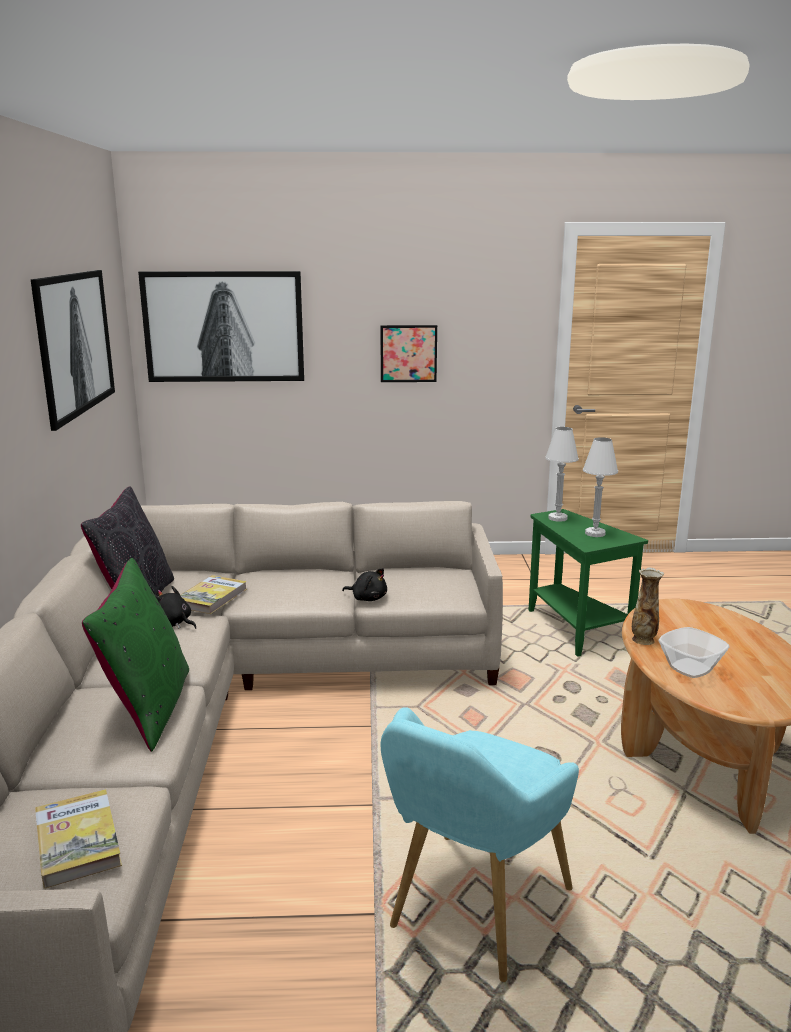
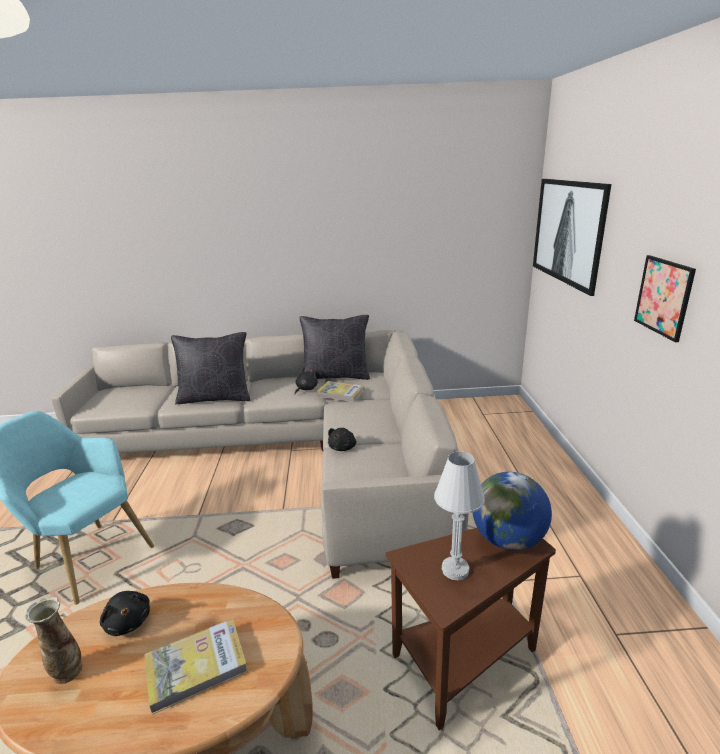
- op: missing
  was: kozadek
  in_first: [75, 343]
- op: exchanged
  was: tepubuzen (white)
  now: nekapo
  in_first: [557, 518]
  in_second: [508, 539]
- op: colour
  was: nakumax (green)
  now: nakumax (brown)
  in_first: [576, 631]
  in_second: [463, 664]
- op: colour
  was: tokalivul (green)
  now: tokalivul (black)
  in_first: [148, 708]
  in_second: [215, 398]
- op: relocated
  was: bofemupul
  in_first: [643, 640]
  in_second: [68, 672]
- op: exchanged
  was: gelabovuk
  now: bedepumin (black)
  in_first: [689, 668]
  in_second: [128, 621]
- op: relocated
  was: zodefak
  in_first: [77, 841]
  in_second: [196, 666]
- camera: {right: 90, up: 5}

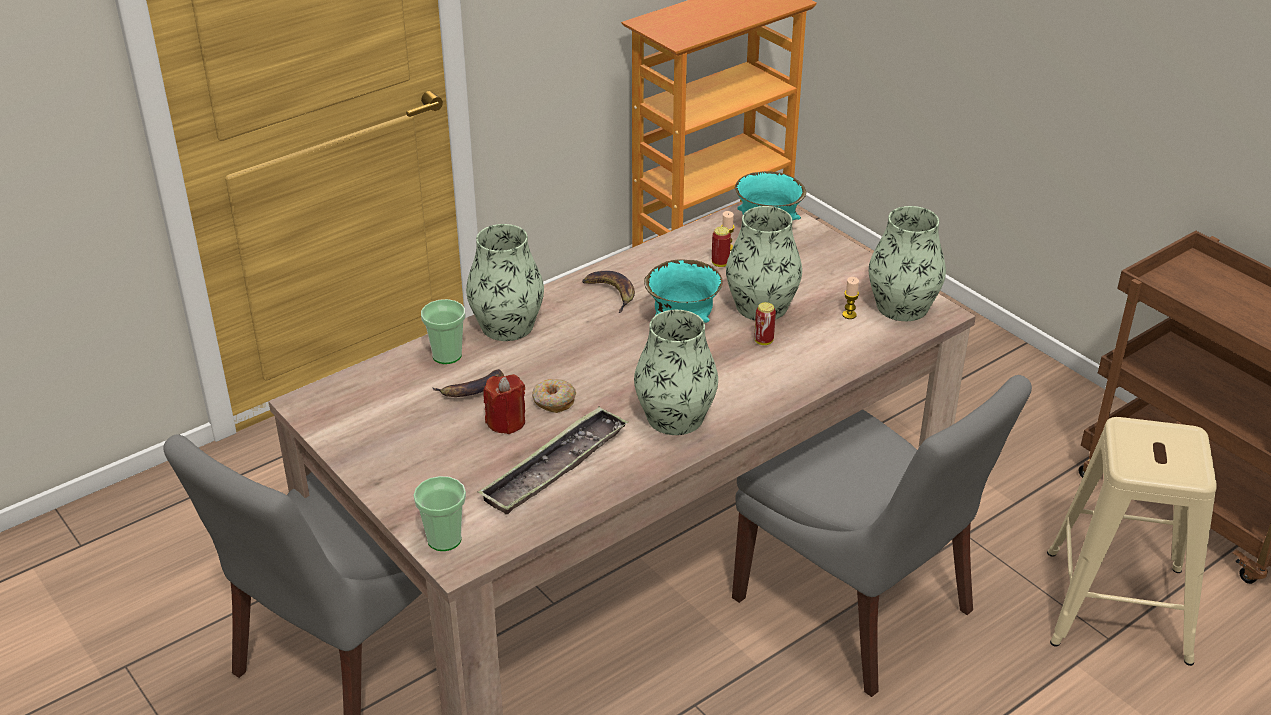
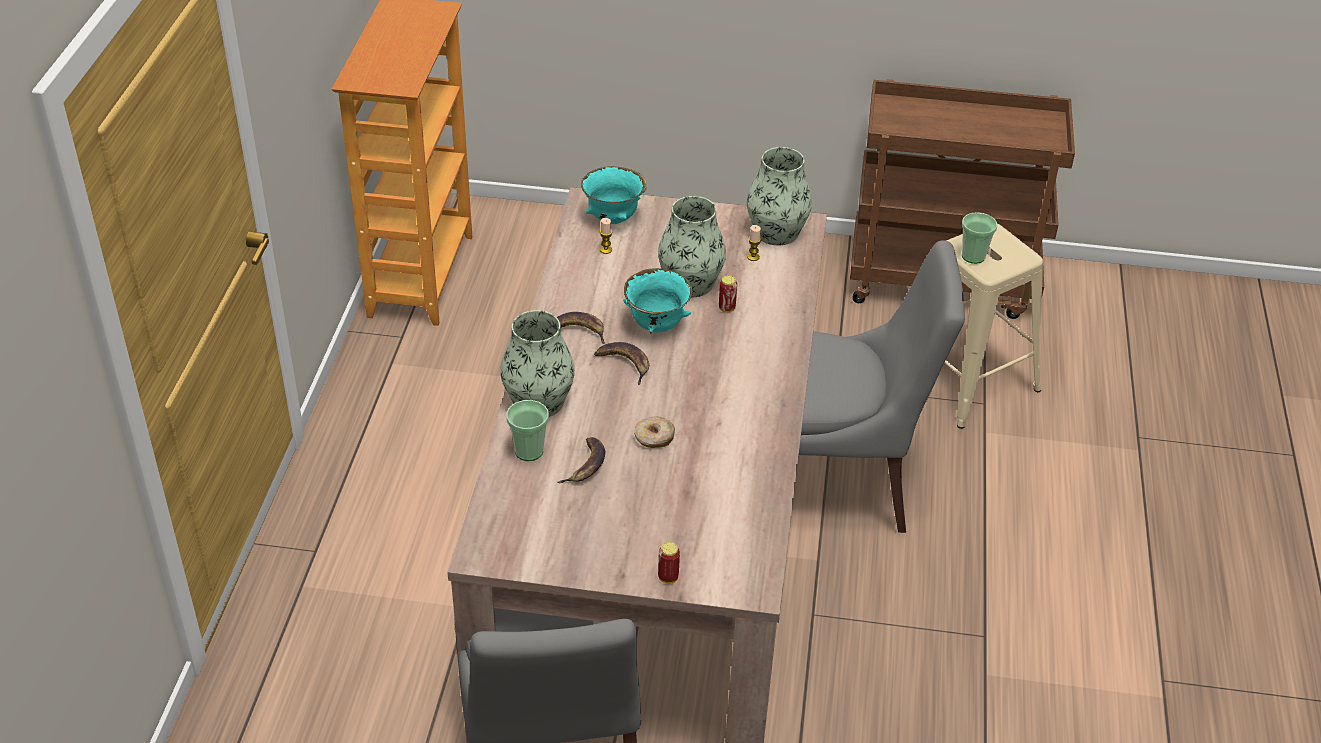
- op: relocated
  was: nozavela
  in_first: [720, 263]
  in_second: [668, 577]
- op: missing
  was: bofemupul
  in_first: [675, 417]
- op: missing
  was: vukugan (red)
  in_first: [506, 422]
- op: missing
  was: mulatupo
  in_first: [555, 467]
- op: relocated
  was: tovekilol
  in_first: [444, 539]
  in_second: [973, 256]
- op: appeared
  now: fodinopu
  in_second: [625, 364]
- camera: {right: -45, up: 5}

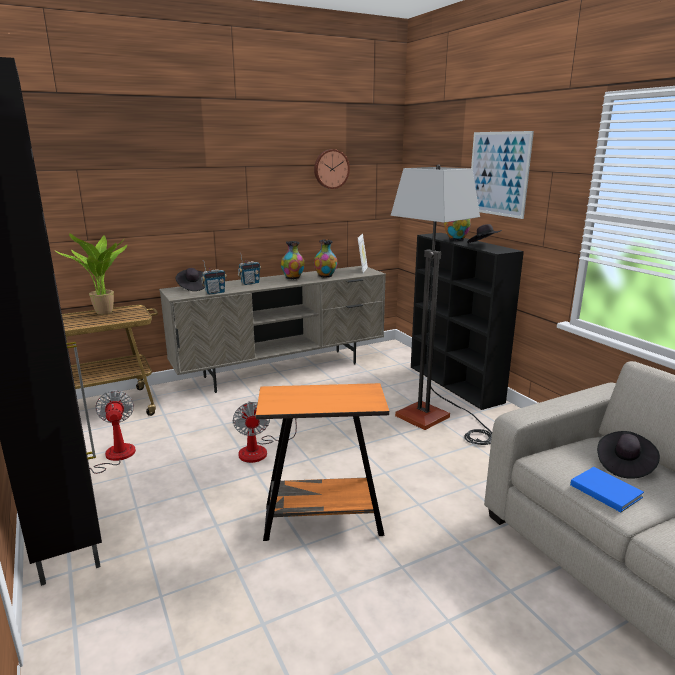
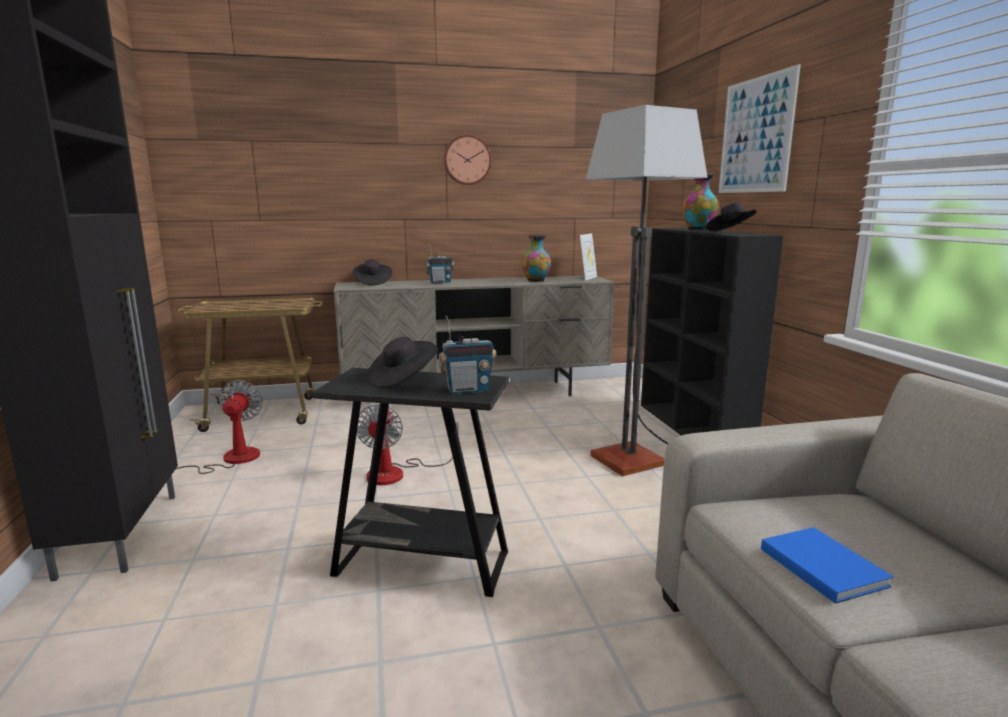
- op: relocated
  was: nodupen
  in_first: [331, 169]
  in_second: [467, 160]
- op: missing
  was: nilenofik
  in_first: [106, 313]
- op: missing
  was: bofemupul
  in_first: [293, 278]
- op: relocated
  was: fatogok
  in_first: [215, 292]
  in_second: [468, 390]
- op: colour
  was: nakumax (orange)
  now: nakumax (black)
  in_first: [323, 520]
  in_second: [421, 564]
- op: relocated
  was: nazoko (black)
  in_first: [624, 465]
  in_second: [402, 380]
- camera: {right: 15, up: -5}

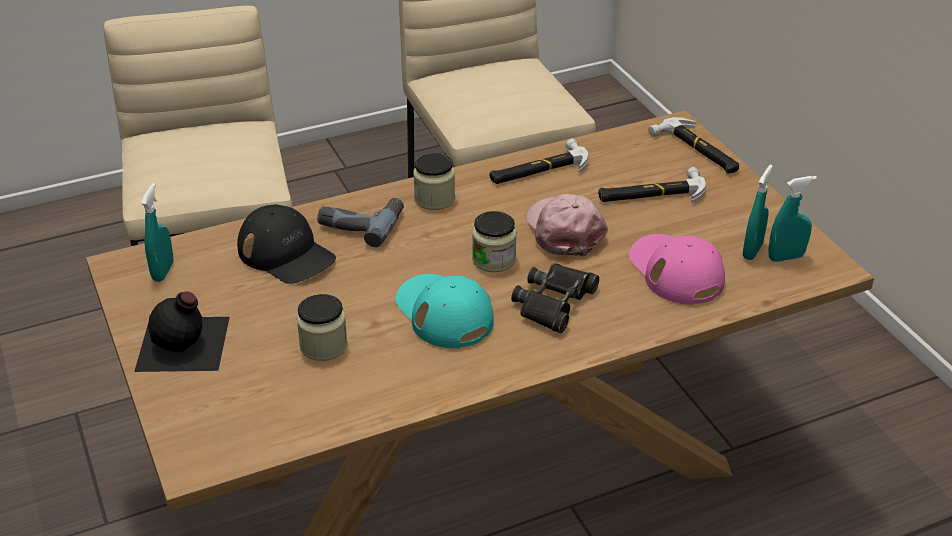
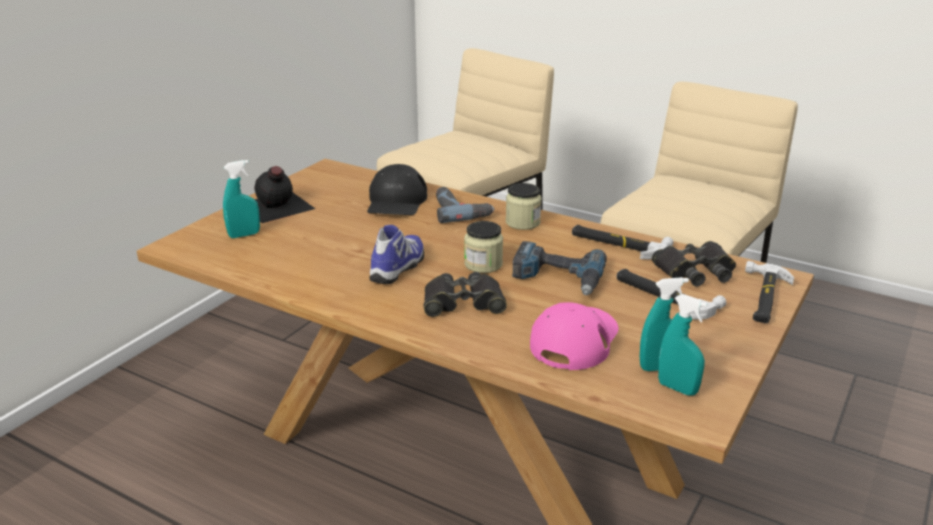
- op: relocated
  was: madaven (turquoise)
  in_first: [163, 271]
  in_second: [244, 235]
- op: exchanged
  was: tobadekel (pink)
  now: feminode
  in_first: [564, 230]
  in_second: [557, 278]
- op: exchanged
  was: tobadekel (turquoise)
  now: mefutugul
  in_first: [444, 313]
  in_second: [399, 268]
- op: missing
  was: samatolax
  in_first: [323, 346]
- op: appeared
  now: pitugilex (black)
  in_second: [695, 271]
- camera: {right: 55, up: -10}

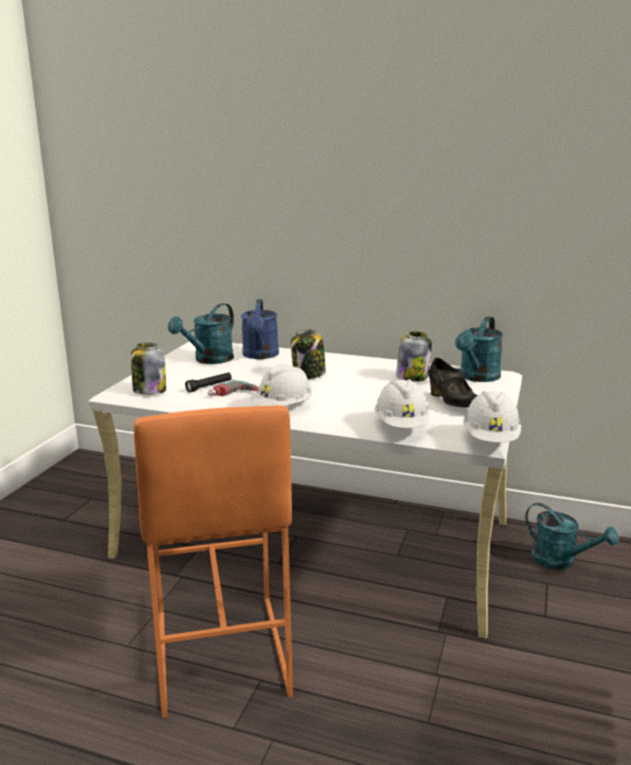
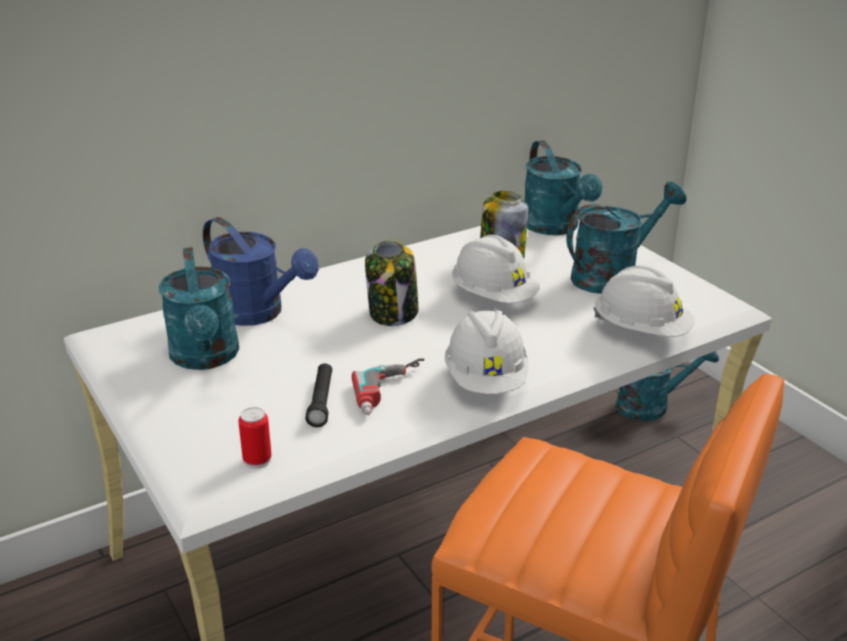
- op: exchanged
  was: samatolax
  now: nozavela
  in_first: [149, 391]
  in_second: [257, 460]
- op: exchanged
  was: mefutugul (black)
  now: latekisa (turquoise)
  in_first: [452, 403]
  in_second: [613, 275]
- op: relocated
  was: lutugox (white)
  in_first: [491, 439]
  in_second: [493, 297]
- camera: {right: -50, up: 10}

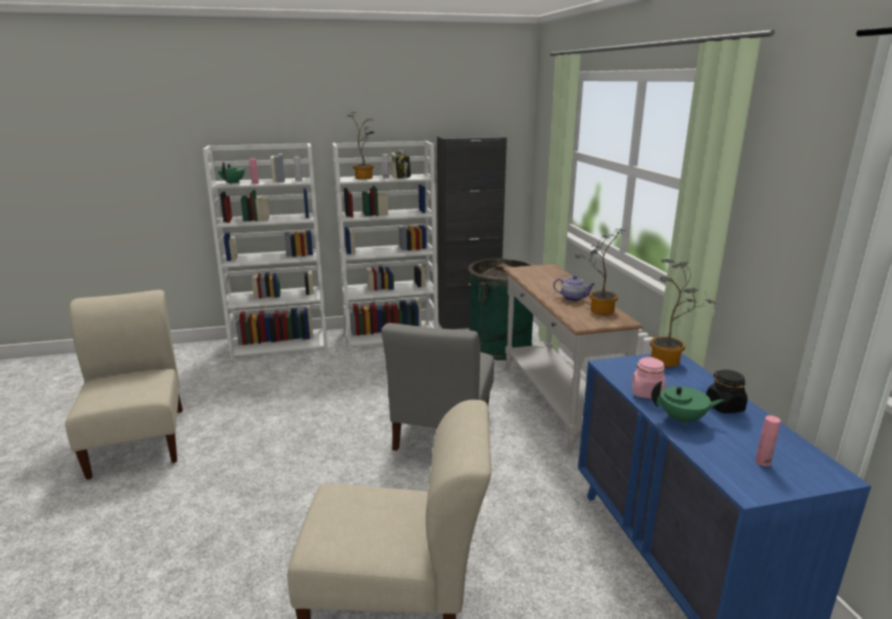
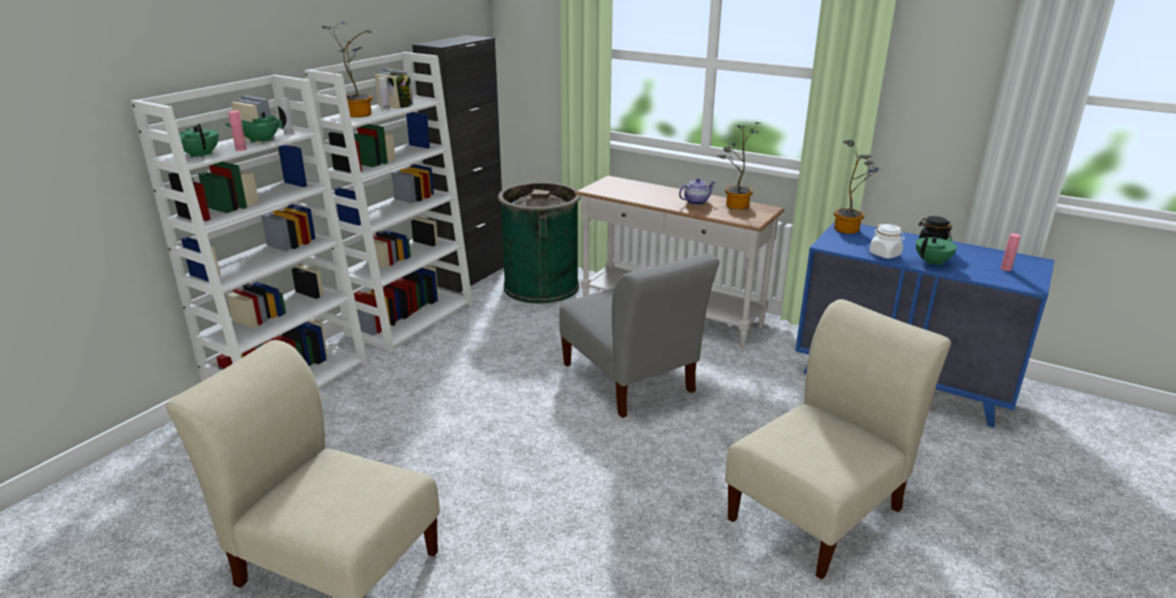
- op: colour
  was: samatolax (pink)
  now: samatolax (white)
  in_first: [647, 393]
  in_second: [885, 254]
- op: appeared
  now: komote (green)
  in_second: [260, 141]
- camera: {right: -45, up: 5}

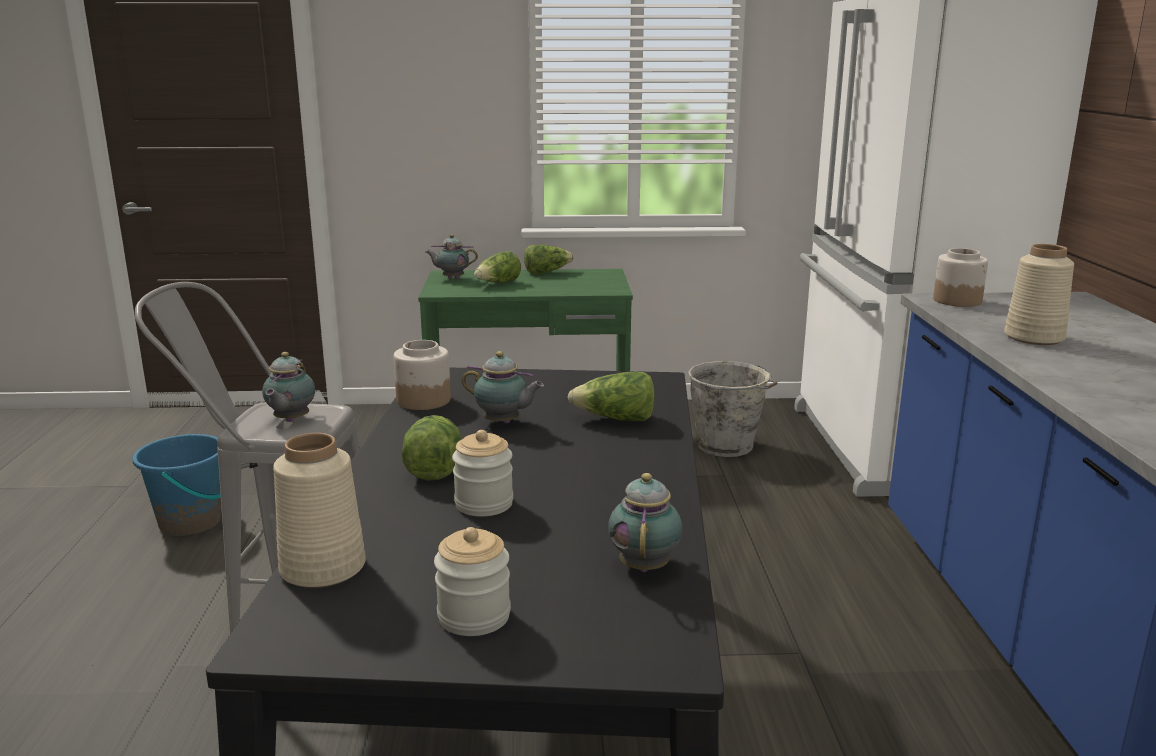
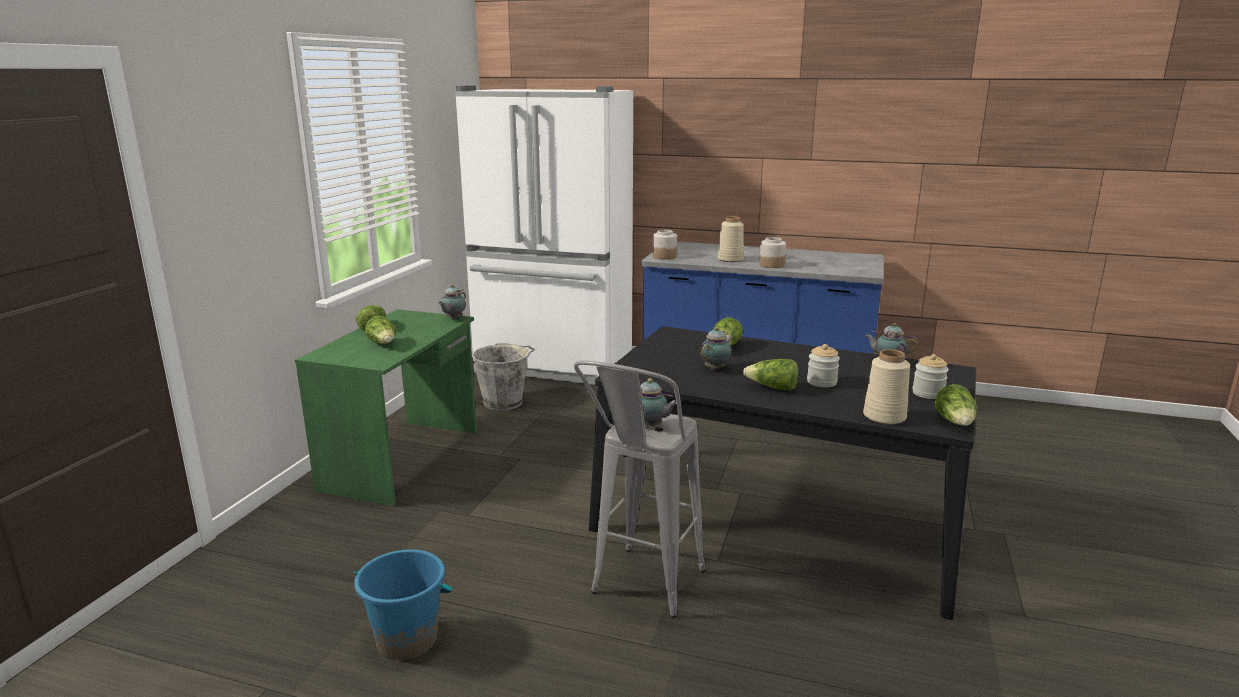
- op: relocated
  was: komote
  in_first: [452, 278]
  in_second: [453, 319]
- op: relocated
  was: samatolax
  in_first: [423, 400]
  in_second: [771, 265]
- op: appeared
  now: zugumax
  in_second: [955, 423]
- camera: {right: -70, up: 0}

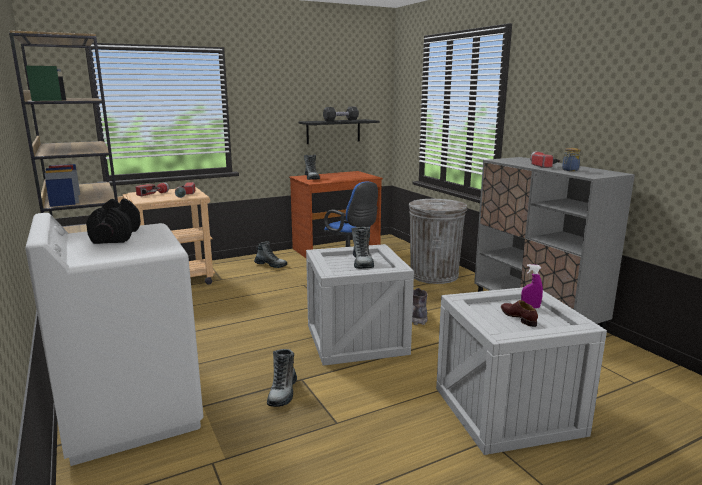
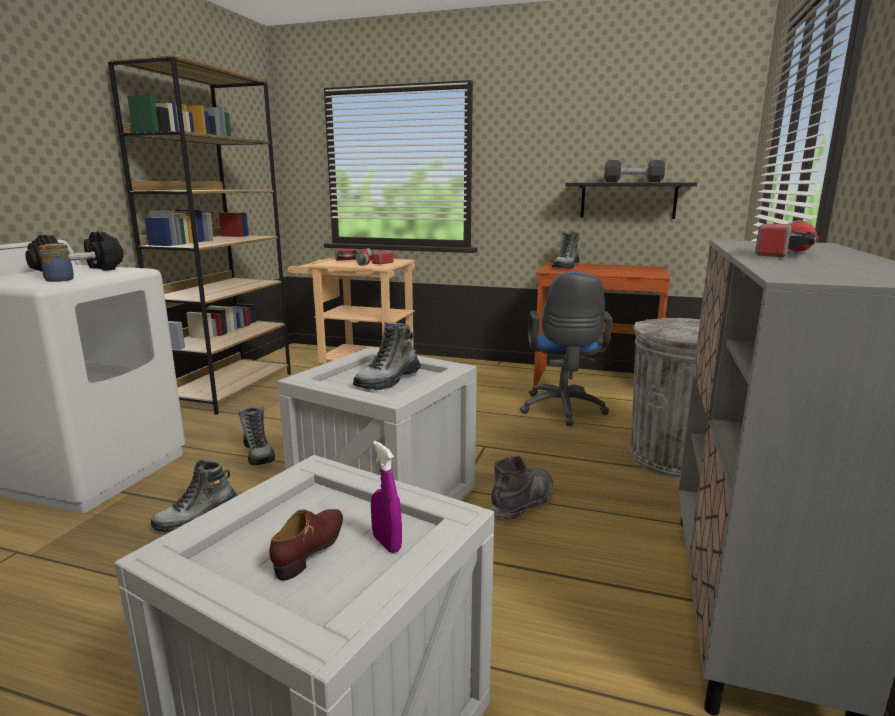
- op: relocated
  was: samatolax
  in_first: [569, 170]
  in_second: [58, 280]
- op: relocated
  was: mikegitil
  in_first: [271, 265]
  in_second: [258, 454]
- camera: {right: 45, up: 0}

